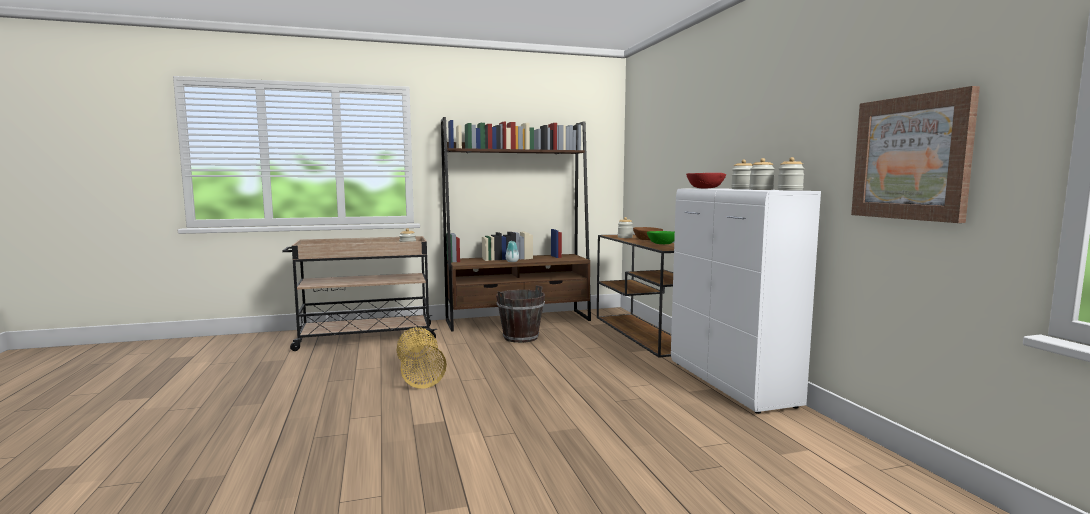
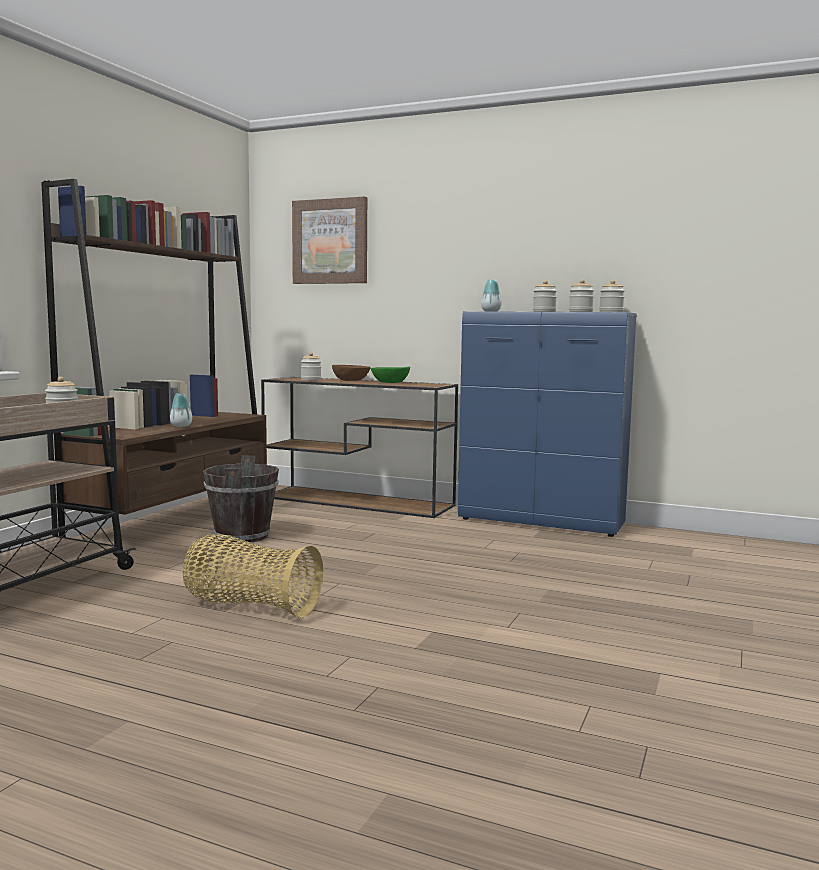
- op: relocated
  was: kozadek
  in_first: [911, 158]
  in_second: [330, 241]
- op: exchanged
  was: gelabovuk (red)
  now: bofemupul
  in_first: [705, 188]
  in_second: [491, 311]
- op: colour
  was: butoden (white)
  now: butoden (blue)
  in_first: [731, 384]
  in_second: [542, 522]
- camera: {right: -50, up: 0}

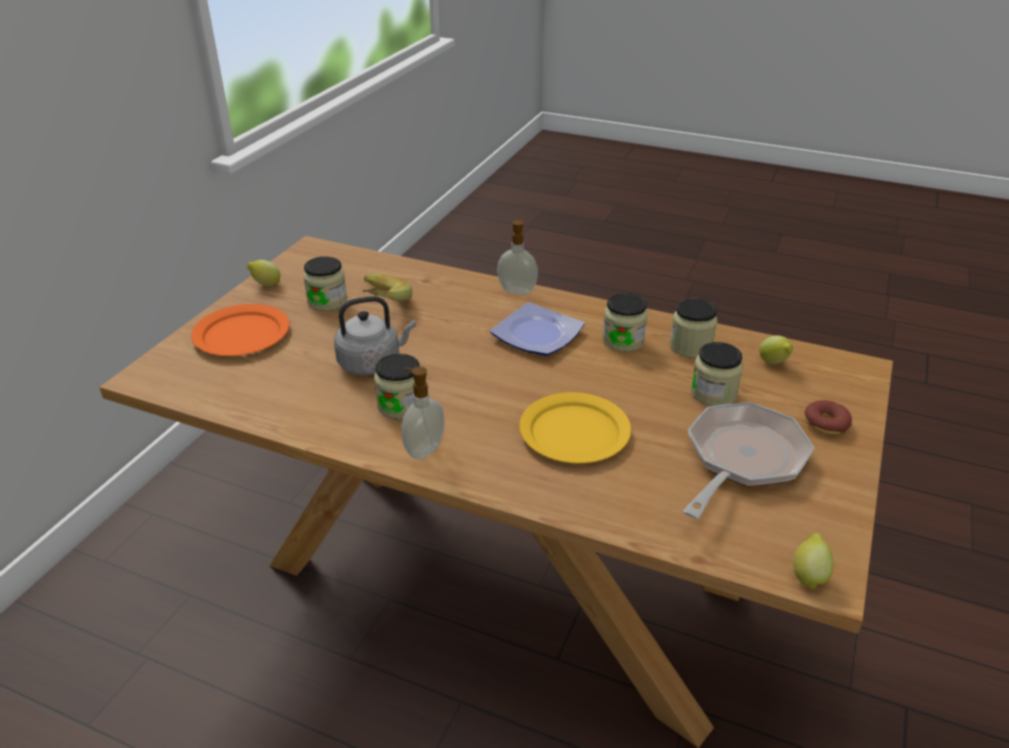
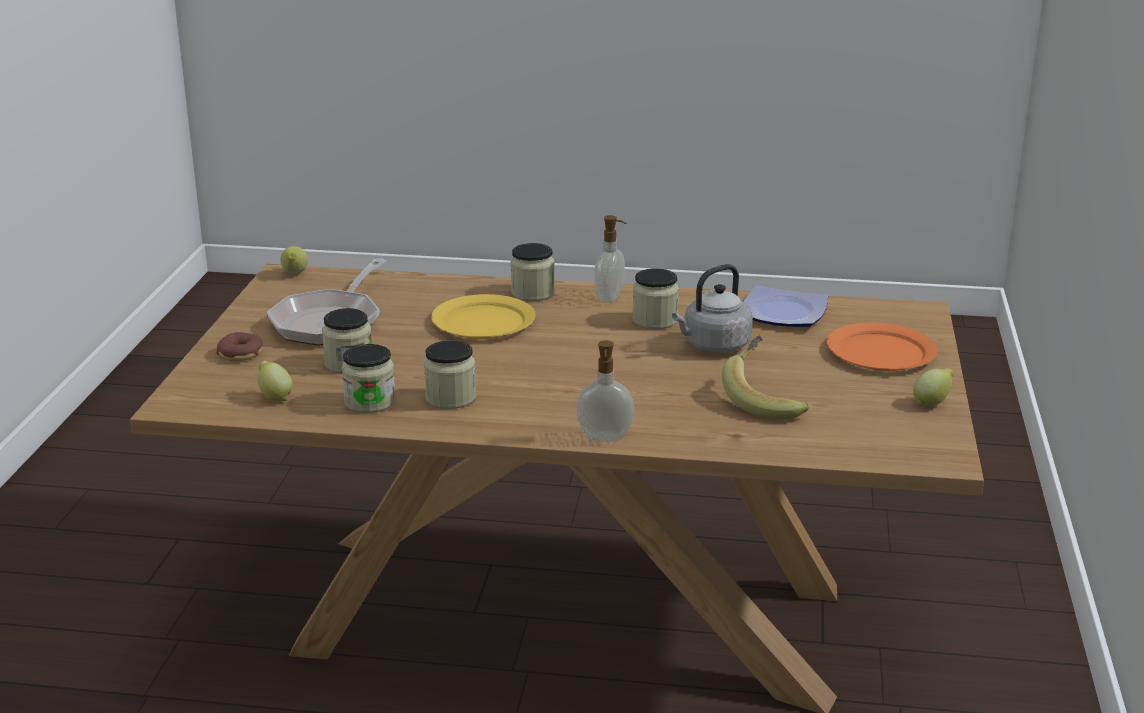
- op: relocated
  was: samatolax
  in_first: [327, 301]
  in_second: [532, 293]
- op: relocated
  was: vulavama
  in_first: [539, 334]
  in_second: [781, 313]
- camera: {right: 165, up: -10}

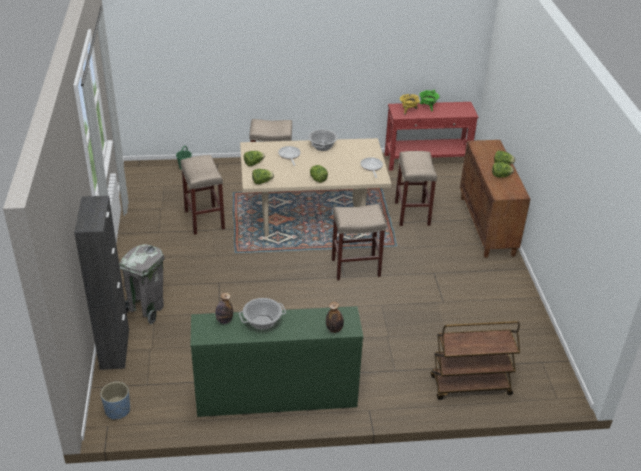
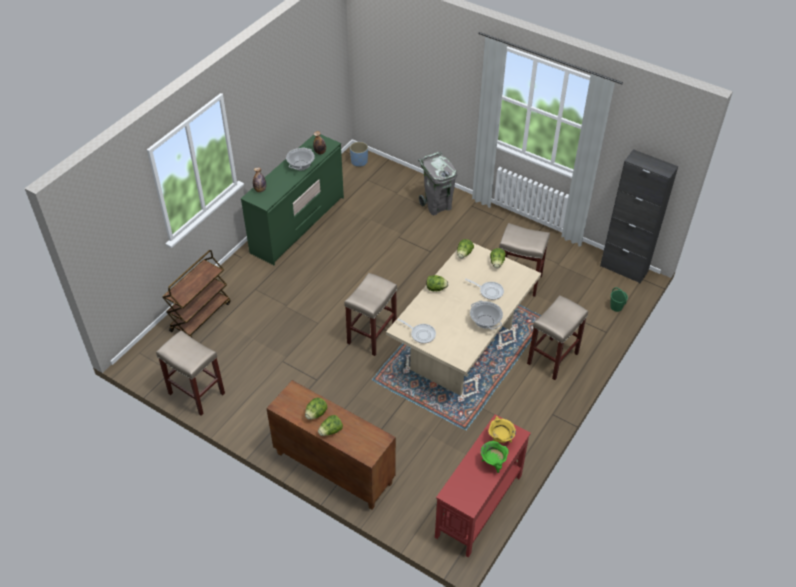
- op: relocated
  was: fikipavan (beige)
  in_first: [412, 214]
  in_second: [196, 393]
- op: relocated
  was: butoden (black)
  in_first: [114, 349]
  in_second: [624, 268]
- camera: {right: 130, up: 10}

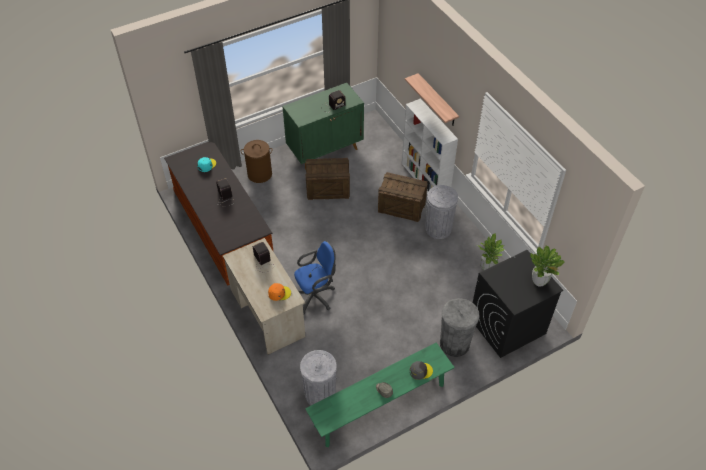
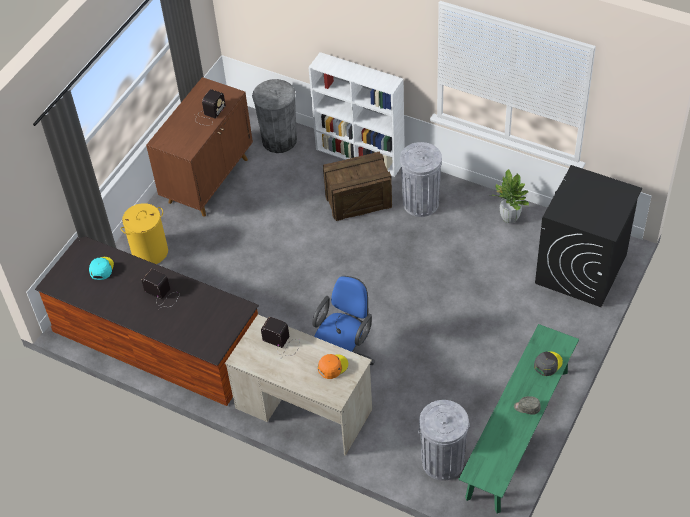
- op: missing
  was: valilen
  in_first: [437, 101]
- op: colour
  was: butoden (green)
  now: butoden (brown)
  in_first: [325, 150]
  in_second: [209, 180]
- op: colour
  was: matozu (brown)
  now: matozu (yellow)
  in_first: [259, 174]
  in_second: [150, 252]
- op: missing
  was: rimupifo
  in_first: [328, 189]
- op: missing
  was: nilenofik
  in_first: [539, 281]
- op: relocated
  was: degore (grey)
  in_first: [454, 344]
  in_second: [279, 140]
- camera: {right: -30, up: 0}

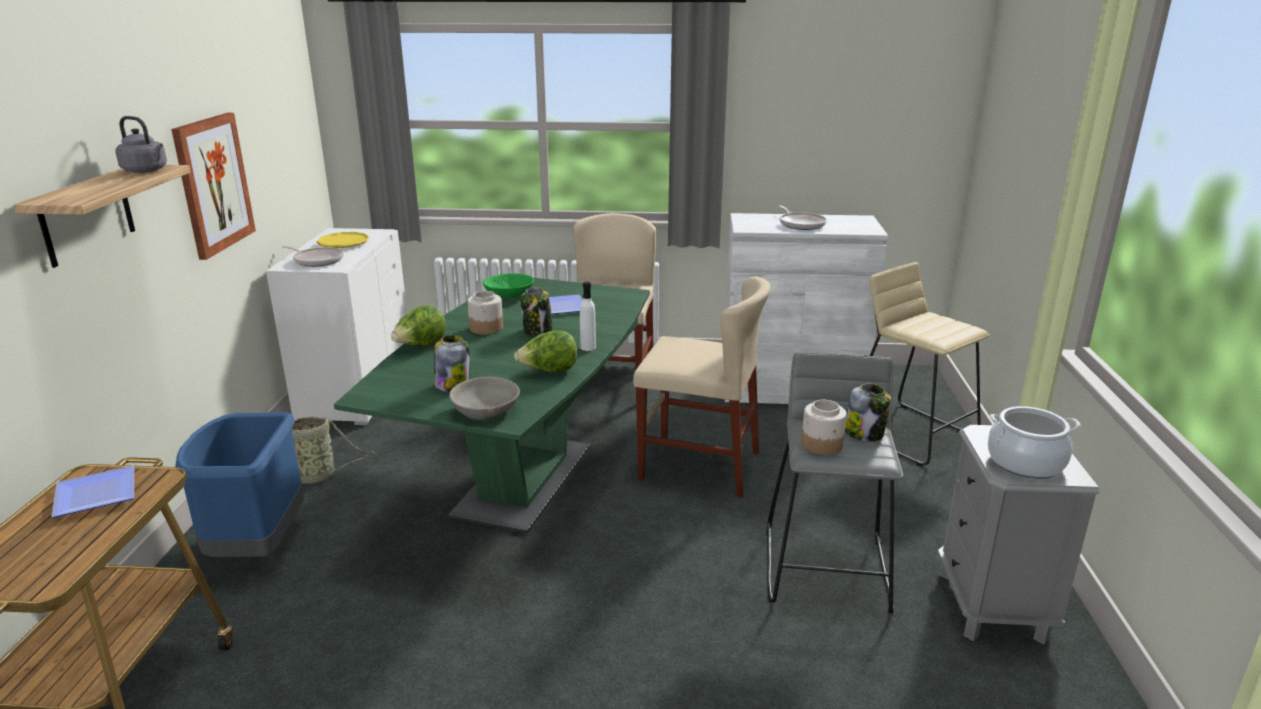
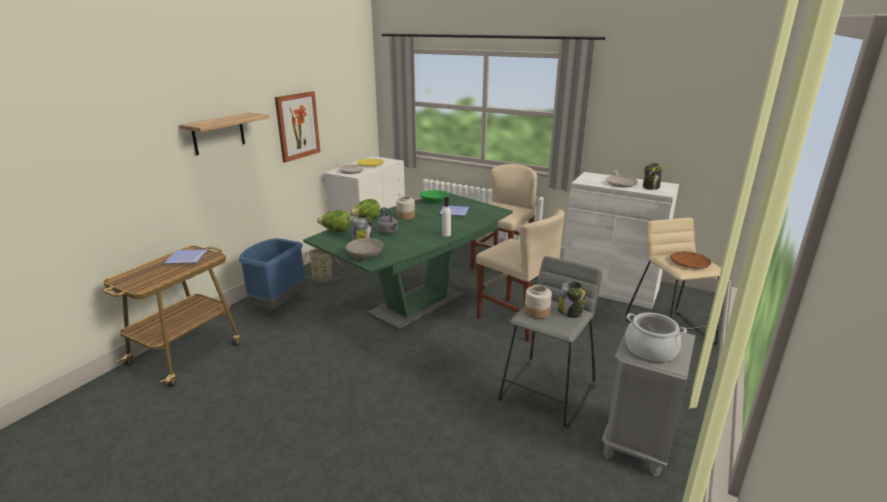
- op: relocated
  was: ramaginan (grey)
  in_first: [147, 171]
  in_second: [388, 232]
- op: relocated
  was: samatolax
  in_first: [538, 331]
  in_second: [651, 187]
- op: relocated
  was: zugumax
  in_first: [549, 371]
  in_second: [335, 231]
- op: appeared
  now: vulavama (brown)
  in_second: [689, 262]
- camera: {right: 25, up: 0}

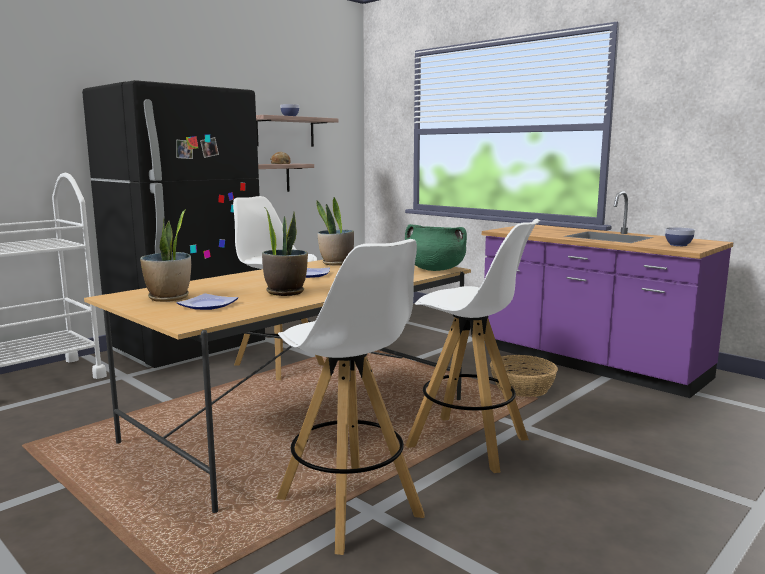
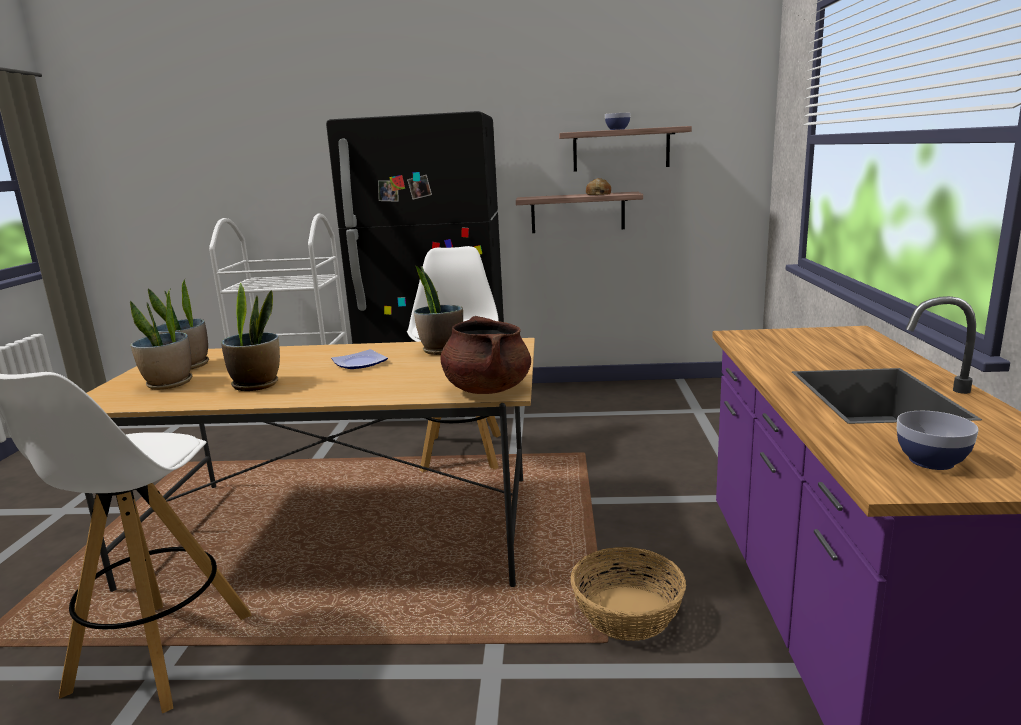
- op: missing
  was: fikipavan (white)
  in_first: [469, 443]
- op: colour
  was: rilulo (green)
  now: rilulo (brown)
  in_first: [434, 269]
  in_second: [487, 389]
- op: exchanged
  was: vulavama
  now: nilenofik
  in_first: [208, 305]
  in_second: [169, 384]
- camera: {right: 50, up: 5}

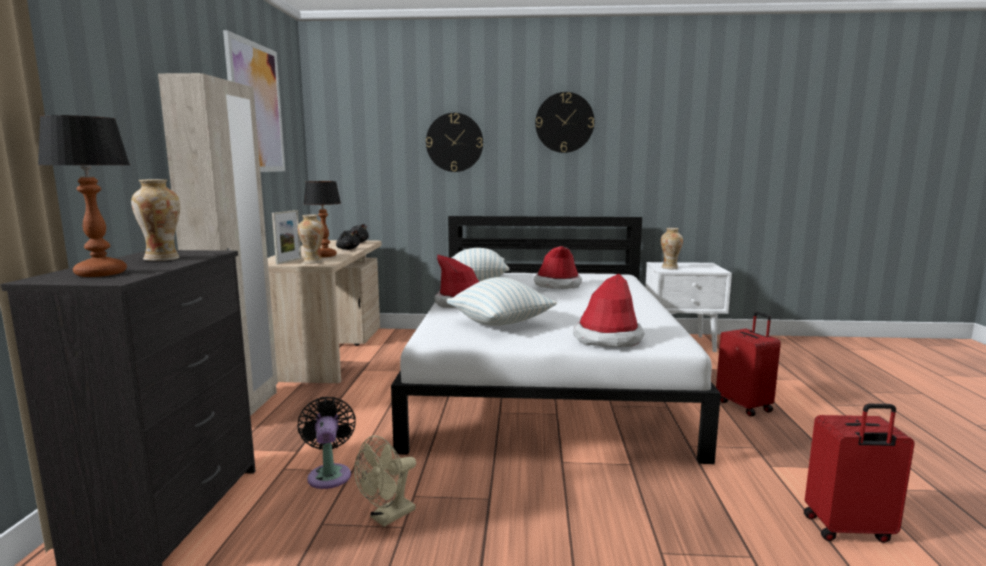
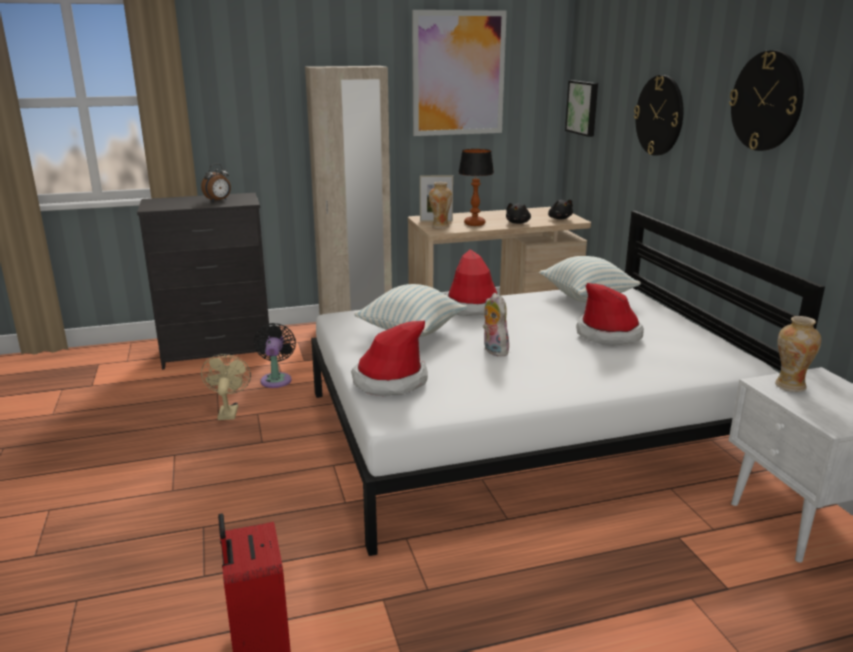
- op: missing
  was: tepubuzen
  in_first: [102, 273]
- op: exchanged
  was: bofemupul
  now: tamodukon
  in_first: [162, 259]
  in_second: [218, 201]
- op: missing
  was: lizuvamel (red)
  in_first: [745, 406]
- op: spun
  was: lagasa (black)
  in_first: [329, 474]
  in_second: [276, 379]
  clockwise: -60
- op: spun
  was: lagasa (beige)
  in_first: [387, 517]
  in_second: [228, 411]
  clockwise: 60
- op: appeared
  now: kozadek
  in_second: [583, 107]
- op: appeared
  now: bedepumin
  in_second: [493, 350]
- camera: {right: 70, up: 10}

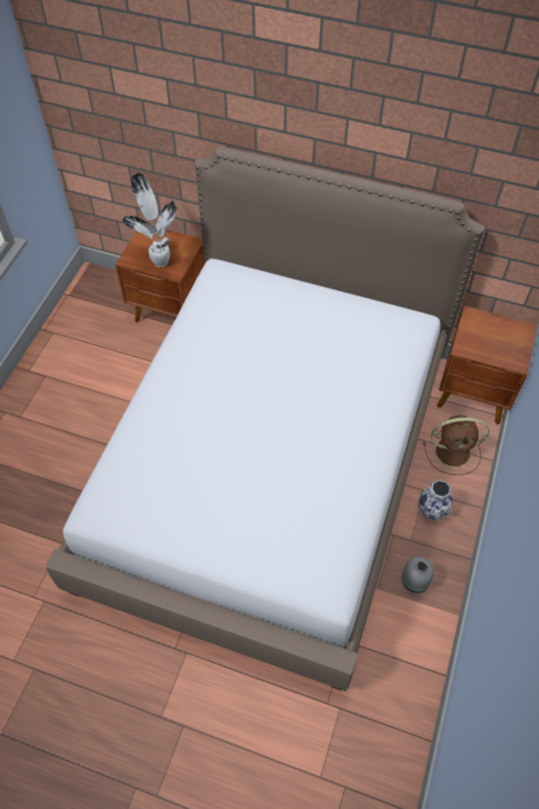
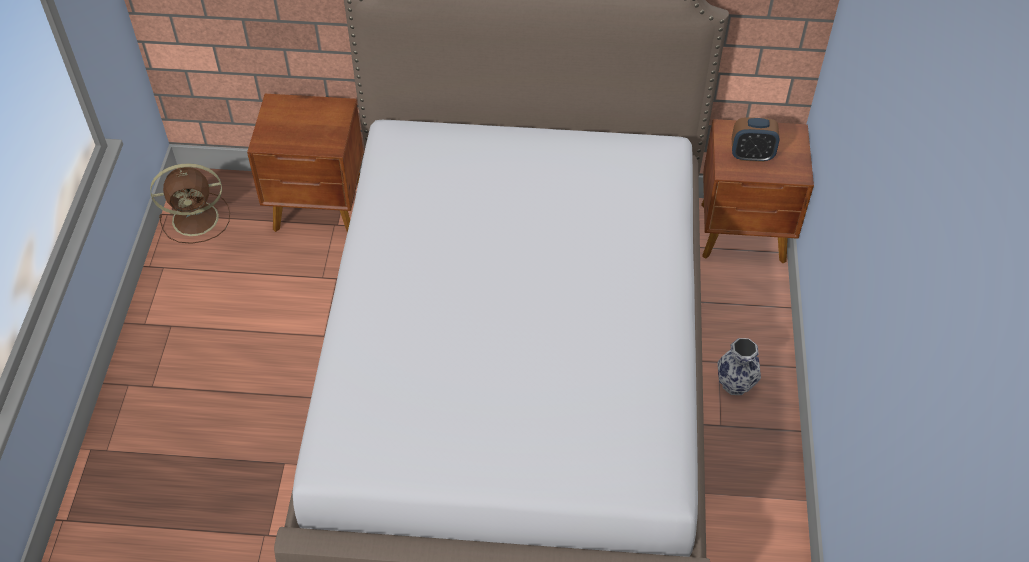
- op: missing
  was: nilenofik
  in_first: [160, 260]
- op: relocated
  was: lagasa (brown)
  in_first: [454, 452]
  in_second: [197, 218]
- op: missing
  was: bofemupul (grey)
  in_first: [415, 582]
- op: appeared
  now: tamodukon
  in_second: [751, 155]
- camera: {right: -15, up: -5}

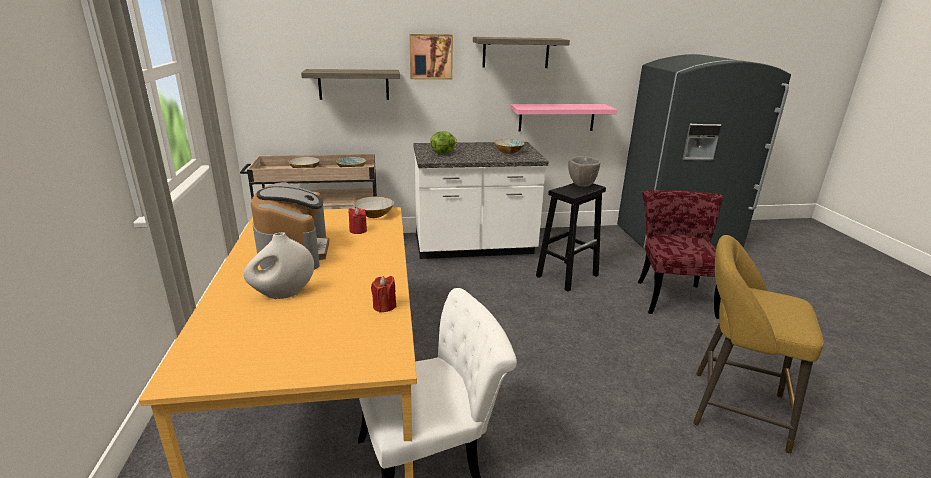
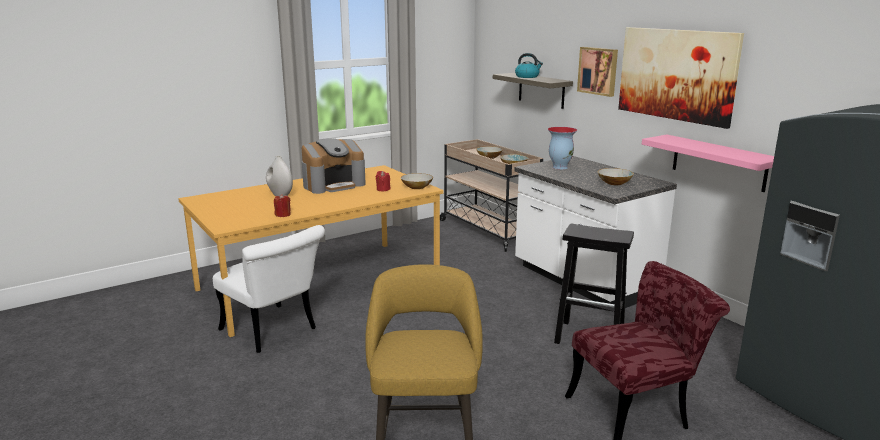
- op: exchanged
  was: valilen
  now: kozadek
  in_first: [516, 52]
  in_second: [676, 74]
- op: exchanged
  was: zugumax
  now: bofemupul
  in_first: [443, 153]
  in_second: [559, 167]
- op: missing
  was: gelabovuk (grey)
  in_first: [582, 185]
- op: appeared
  now: ramaginan
  in_second: [527, 76]
- camera: {right: 65, up: -5}

